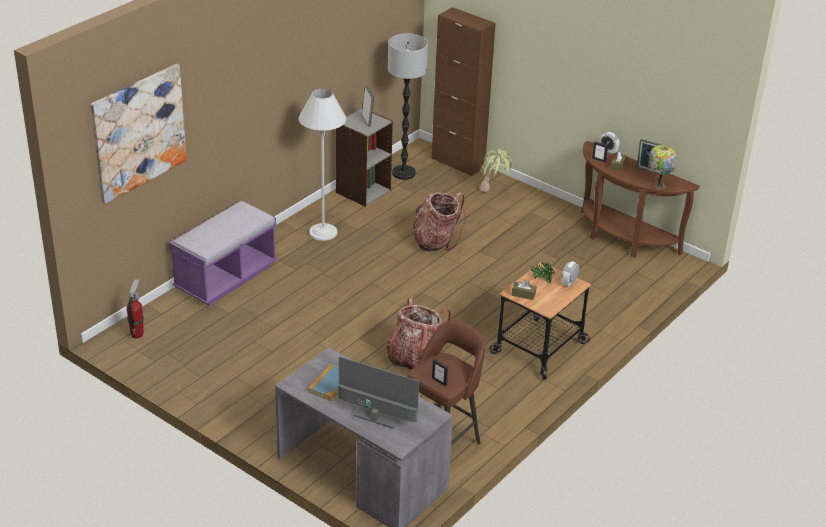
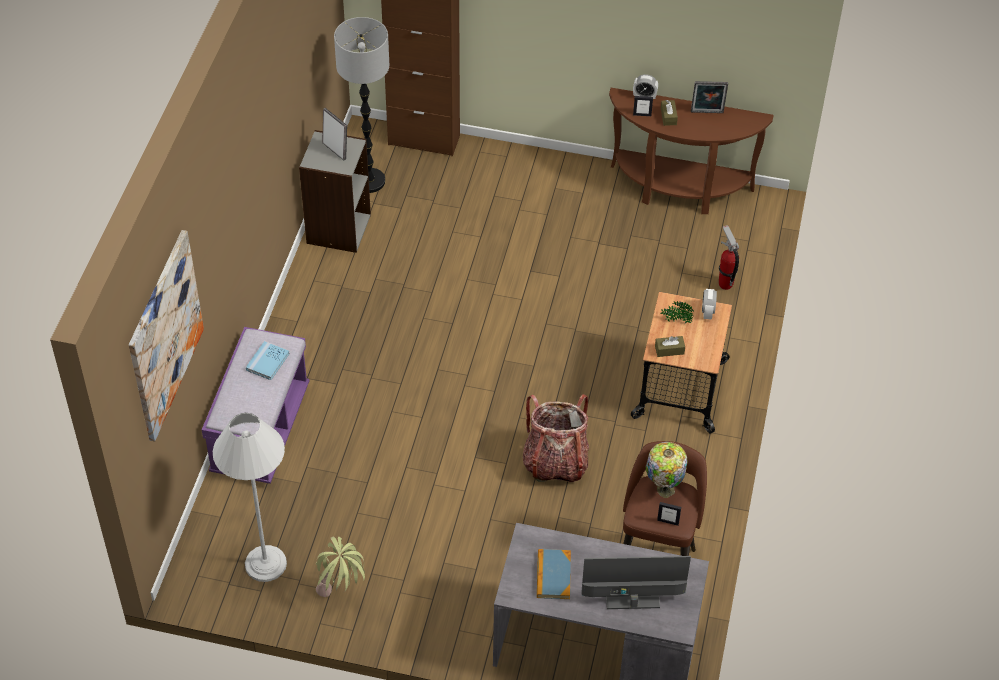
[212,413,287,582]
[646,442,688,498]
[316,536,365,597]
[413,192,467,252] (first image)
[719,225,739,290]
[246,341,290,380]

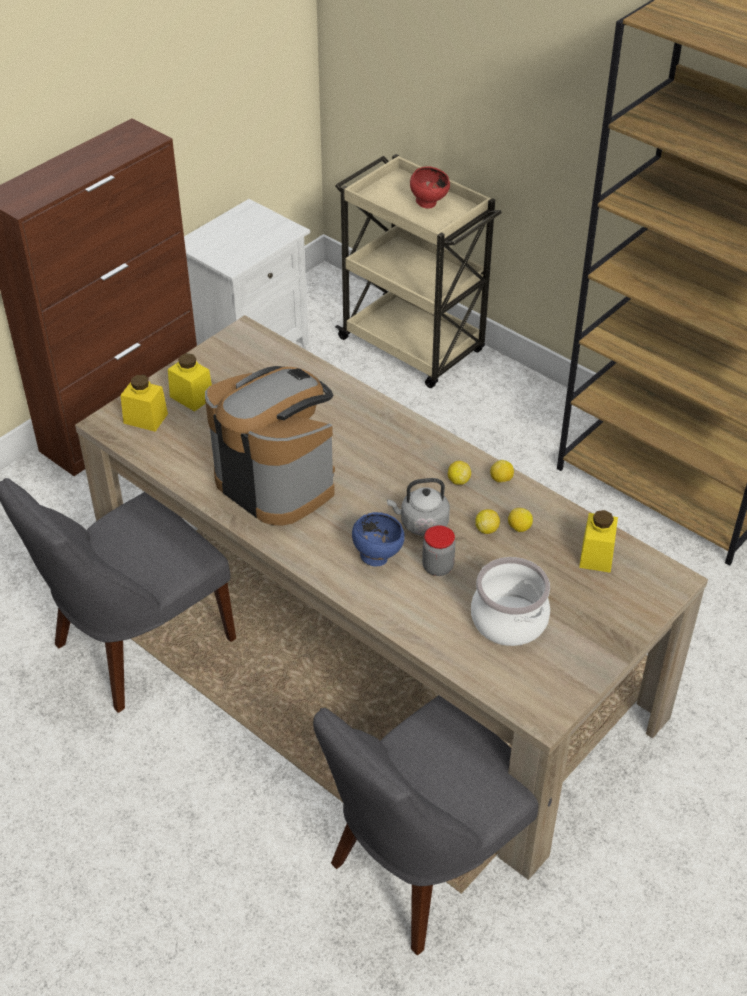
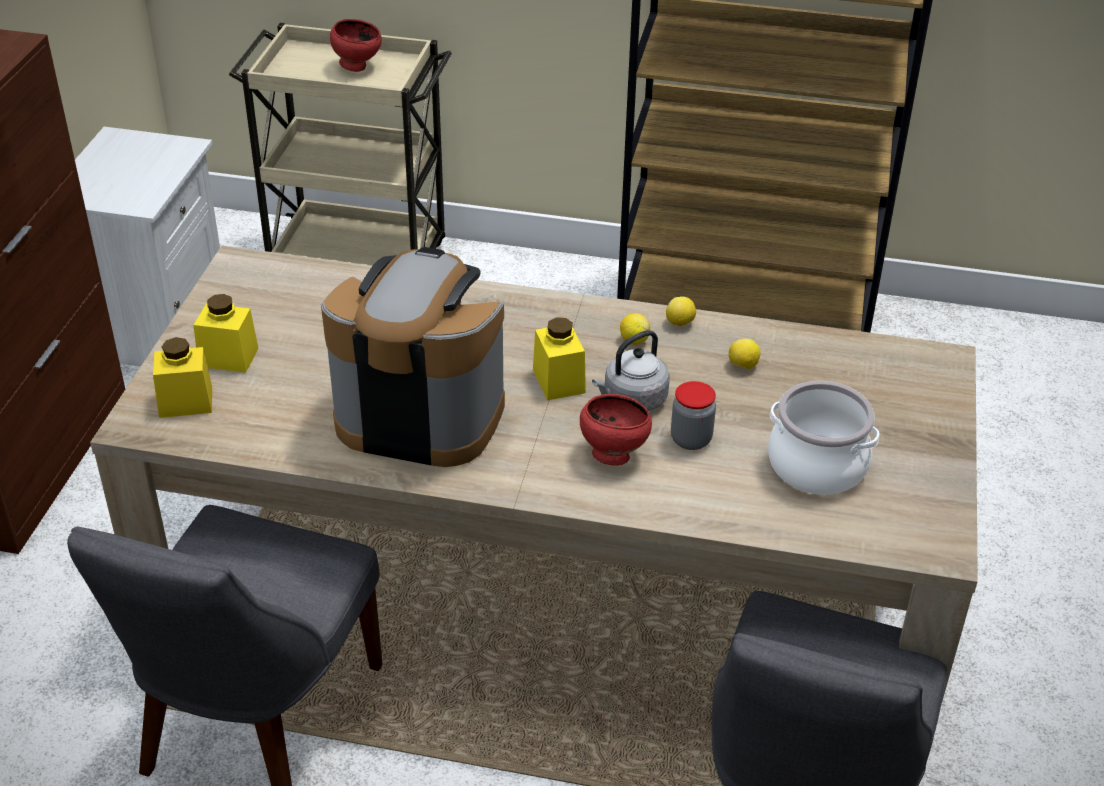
[475,509,500,534] (first image)
[533,317,586,400]
[580,394,652,466]

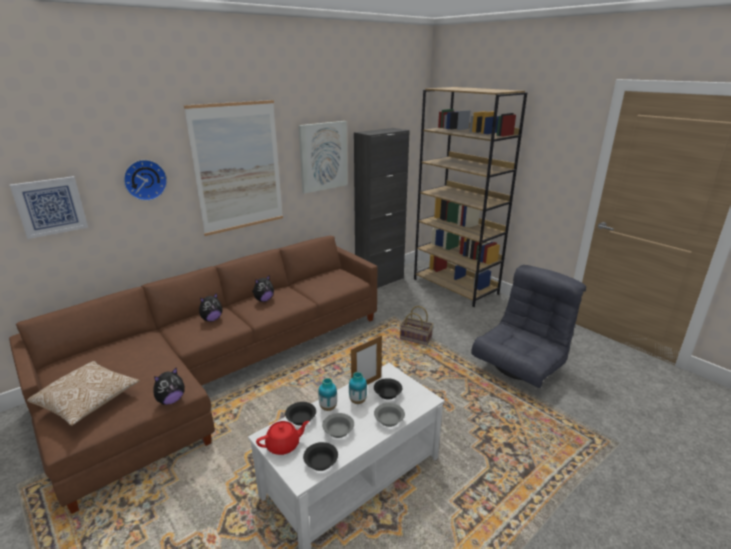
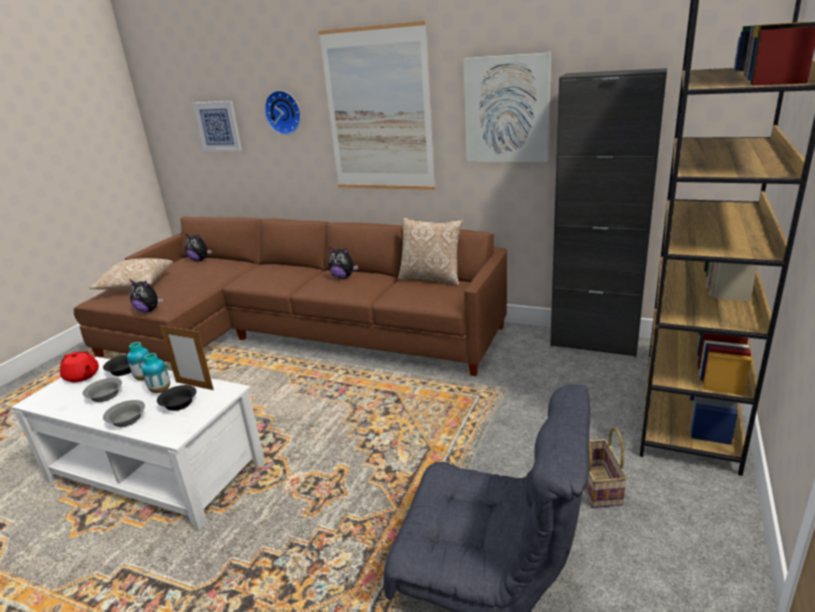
[185,233,212,261]
[584,427,627,508]
[303,442,338,471] (first image)
[398,218,463,286]

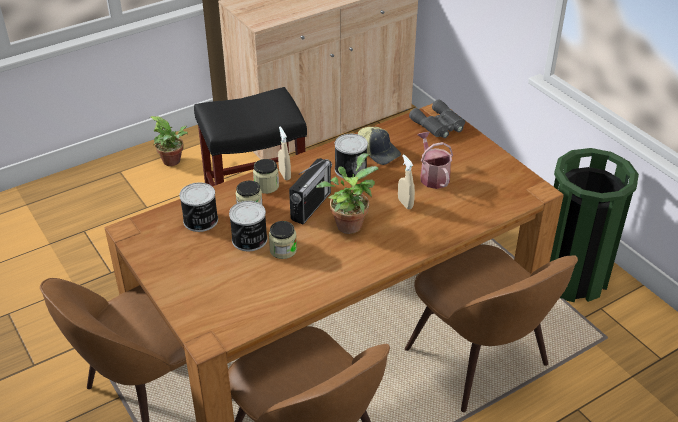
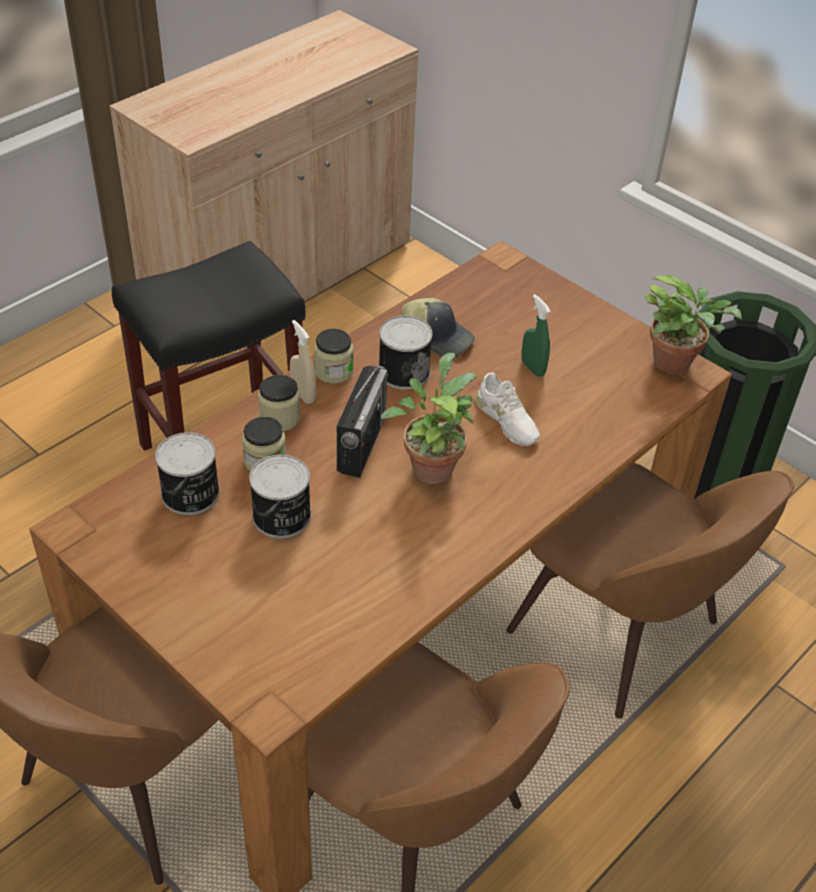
[409,99,465,138] (first image)
[644,275,742,375]
[521,294,551,377]
[475,373,540,446]
[314,329,354,384]

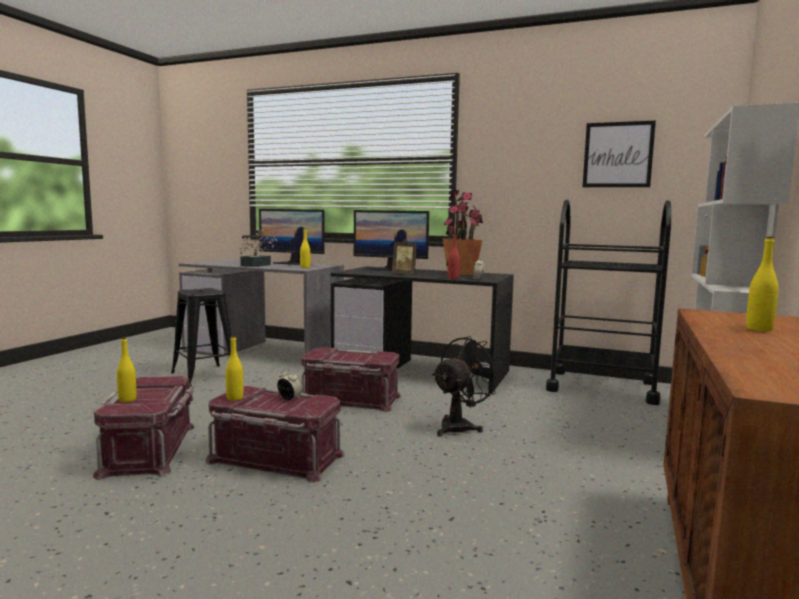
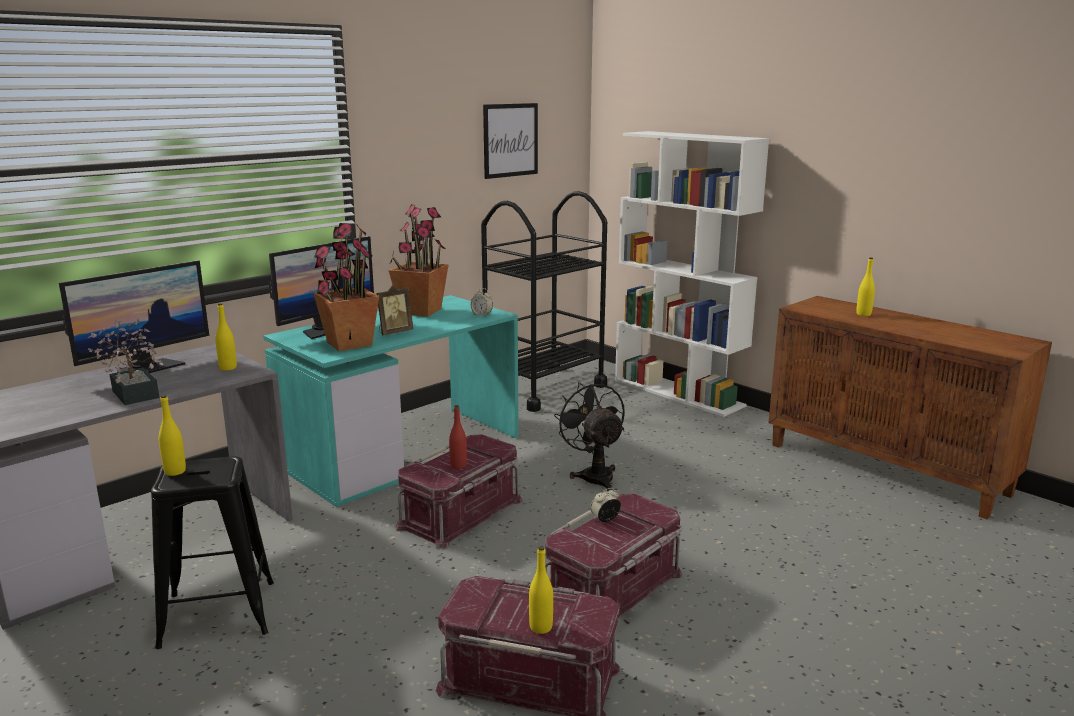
[449,405,467,469]
[263,295,519,507]
[159,395,186,476]
[313,223,379,351]

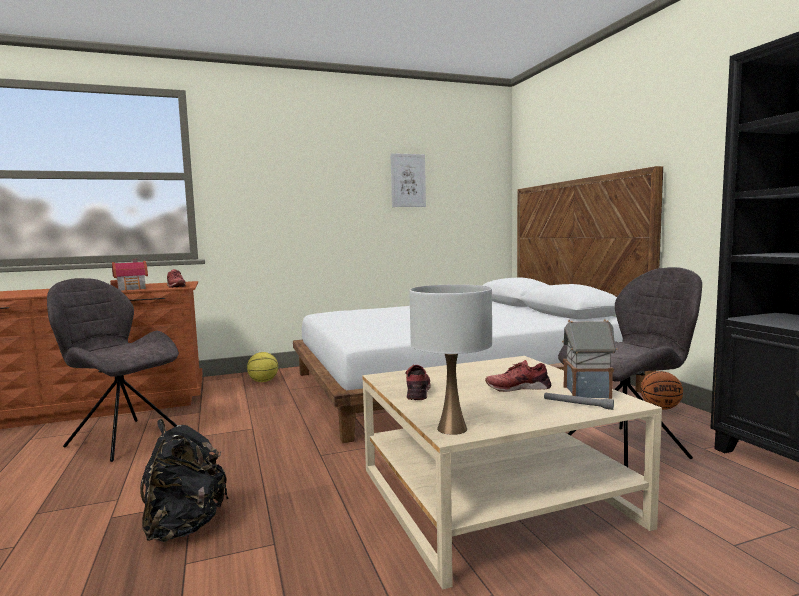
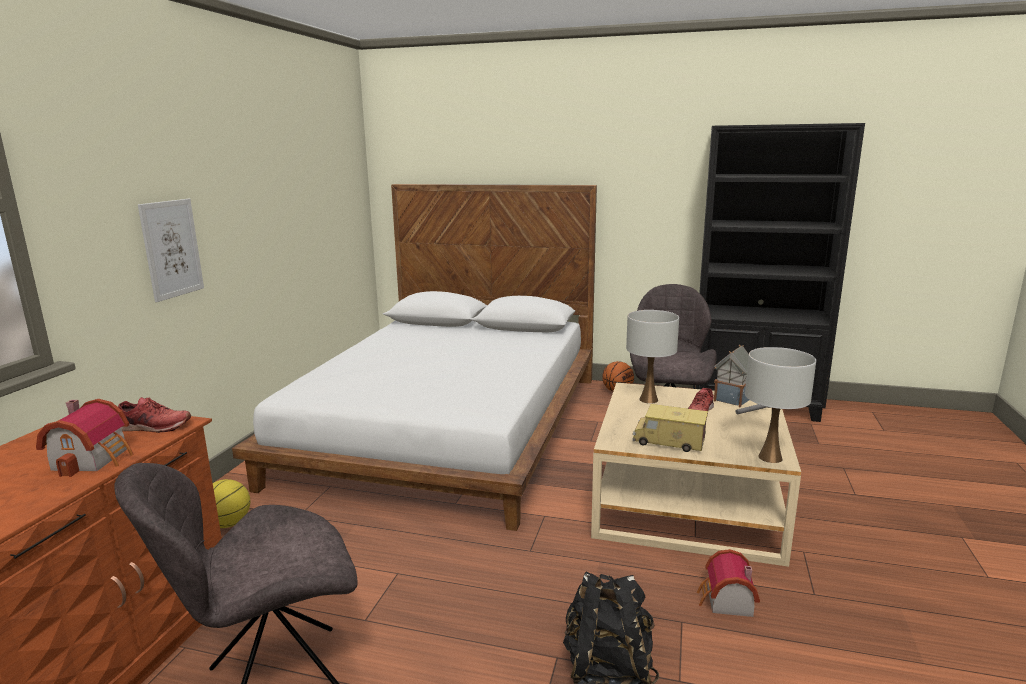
[138,199,204,302]
[632,404,708,452]
[626,310,679,404]
[697,549,760,617]

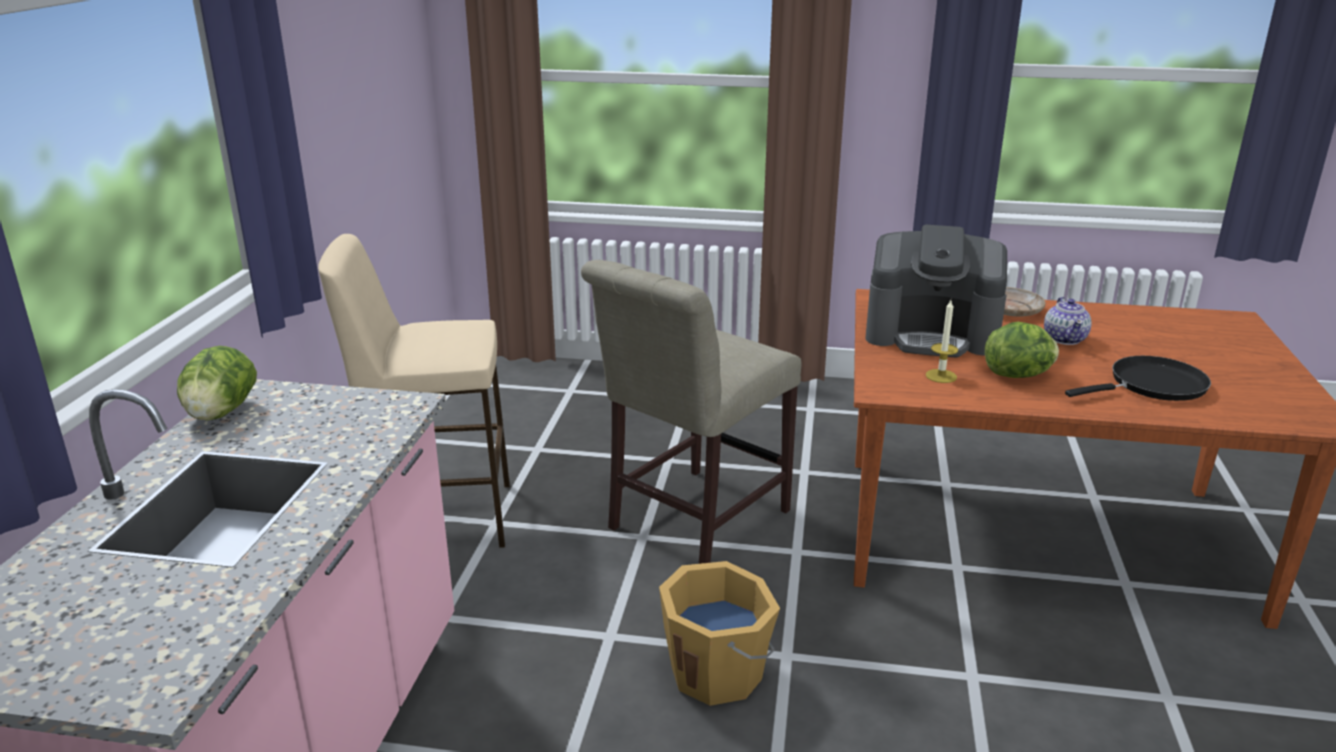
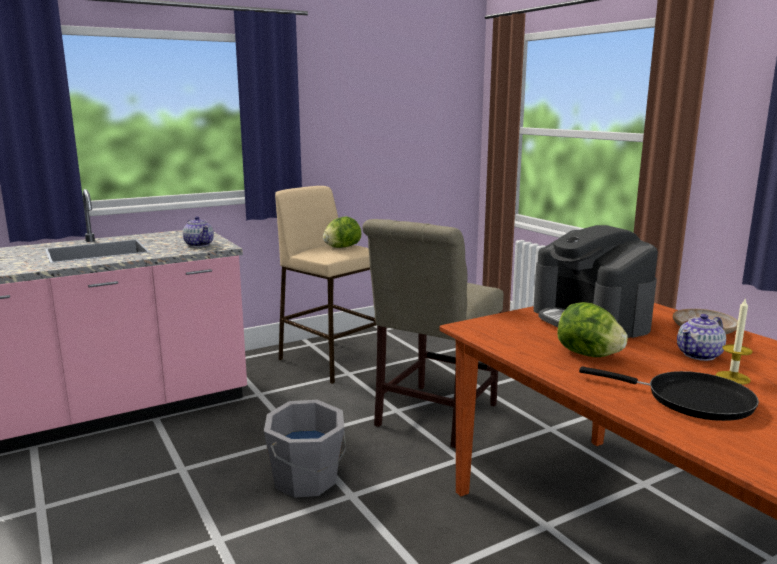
[362,219,504,448]
[716,297,753,385]
[323,216,362,248]
[264,400,346,498]
[183,216,214,247]

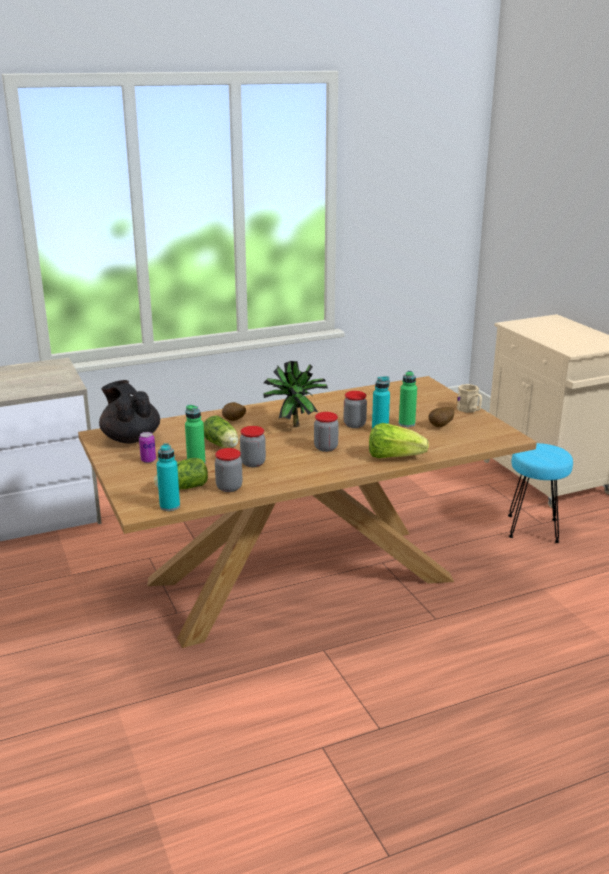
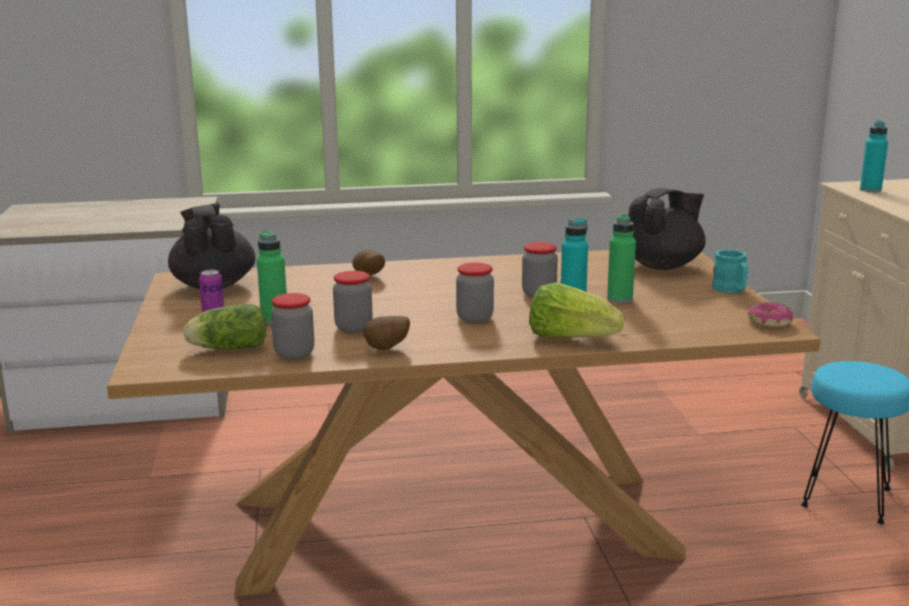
[263,361,328,427] (first image)
[712,249,748,293]
[363,316,410,350]
[203,415,238,448] (first image)
[860,121,888,192]
[628,188,706,270]
[748,302,793,328]

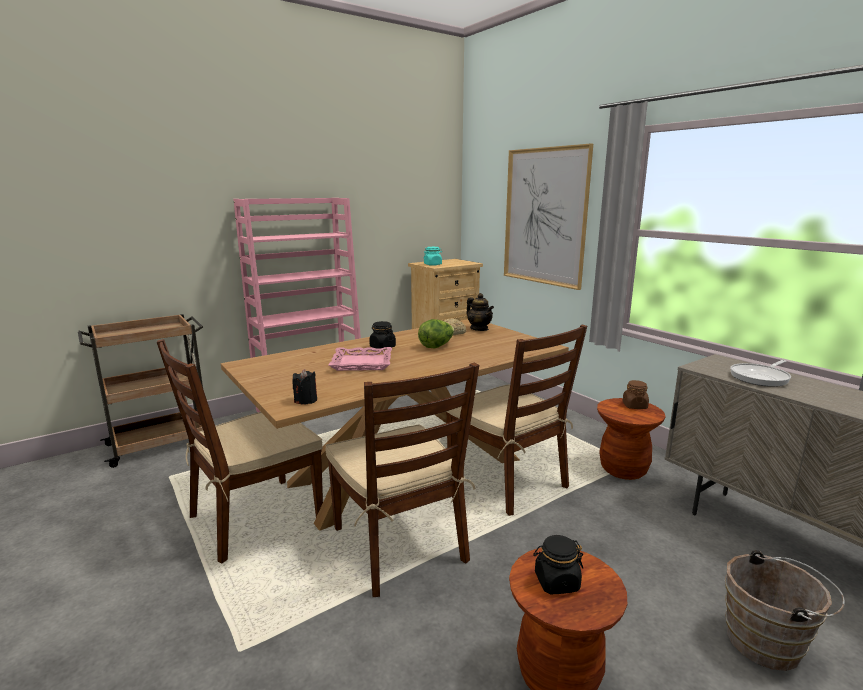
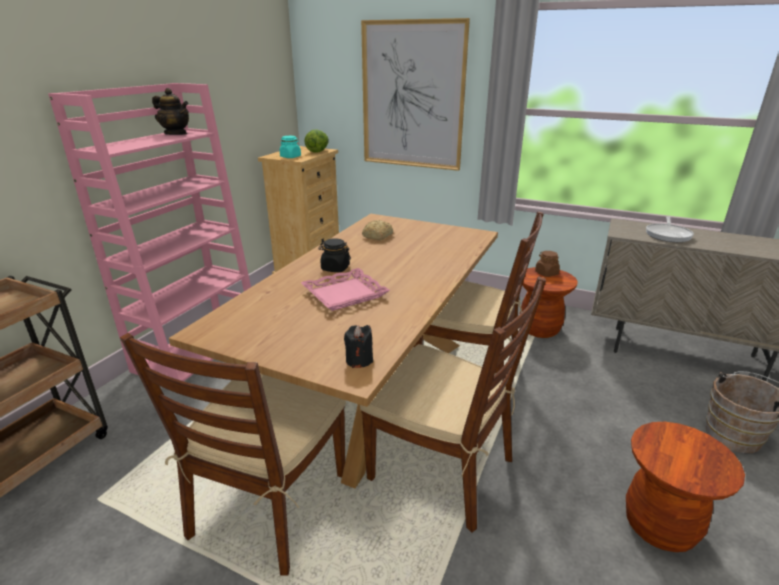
[152,88,189,135]
[304,129,329,153]
[533,535,583,594] (first image)

